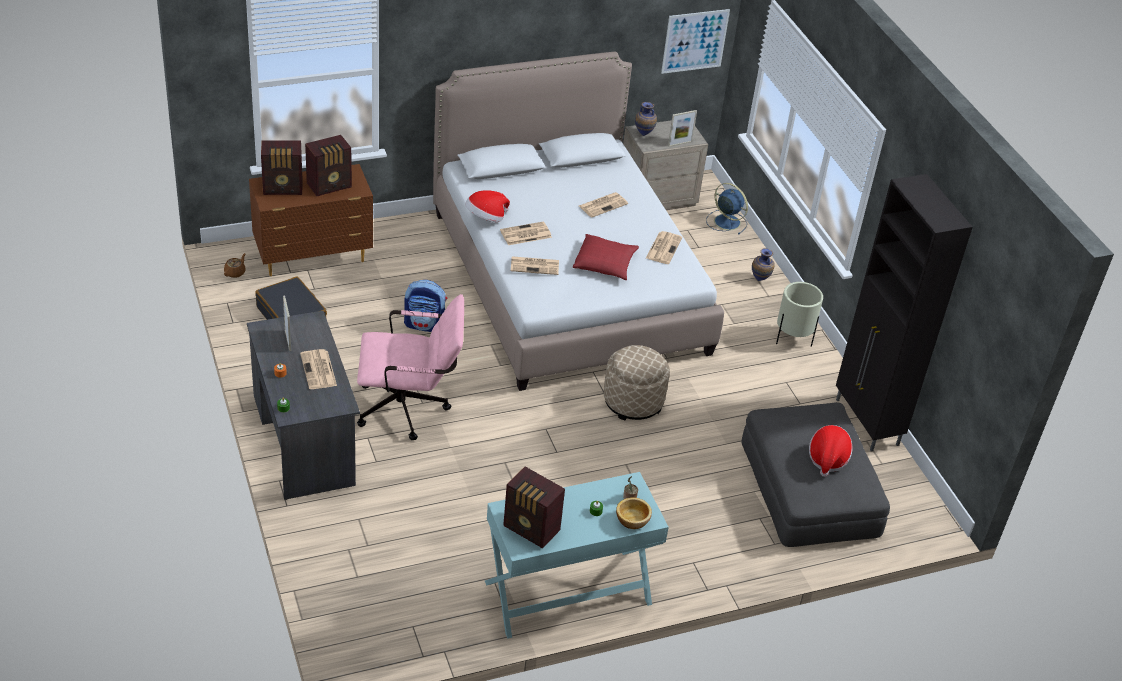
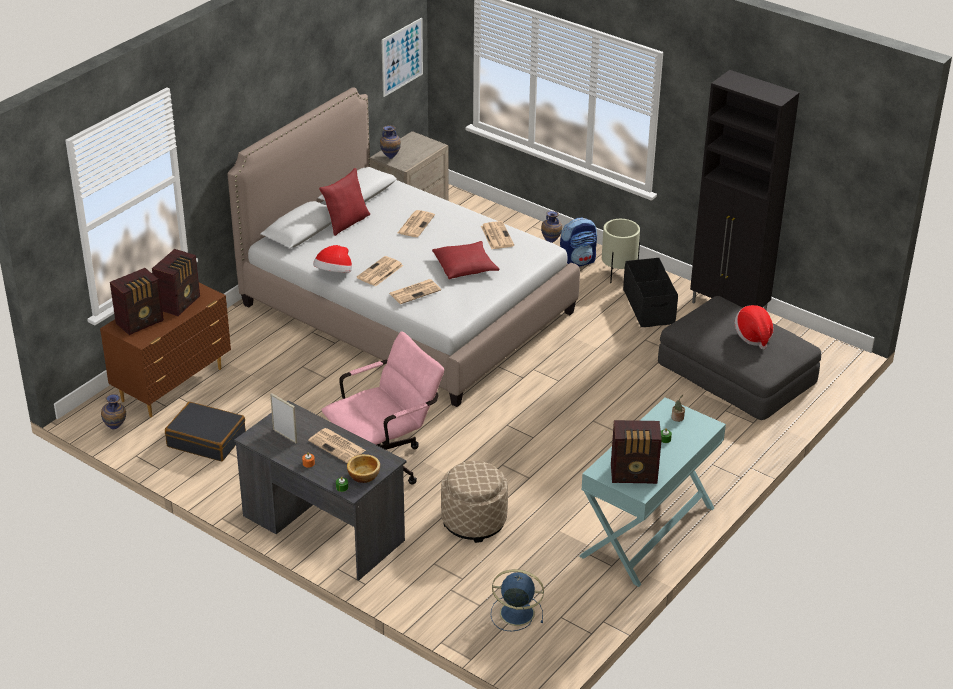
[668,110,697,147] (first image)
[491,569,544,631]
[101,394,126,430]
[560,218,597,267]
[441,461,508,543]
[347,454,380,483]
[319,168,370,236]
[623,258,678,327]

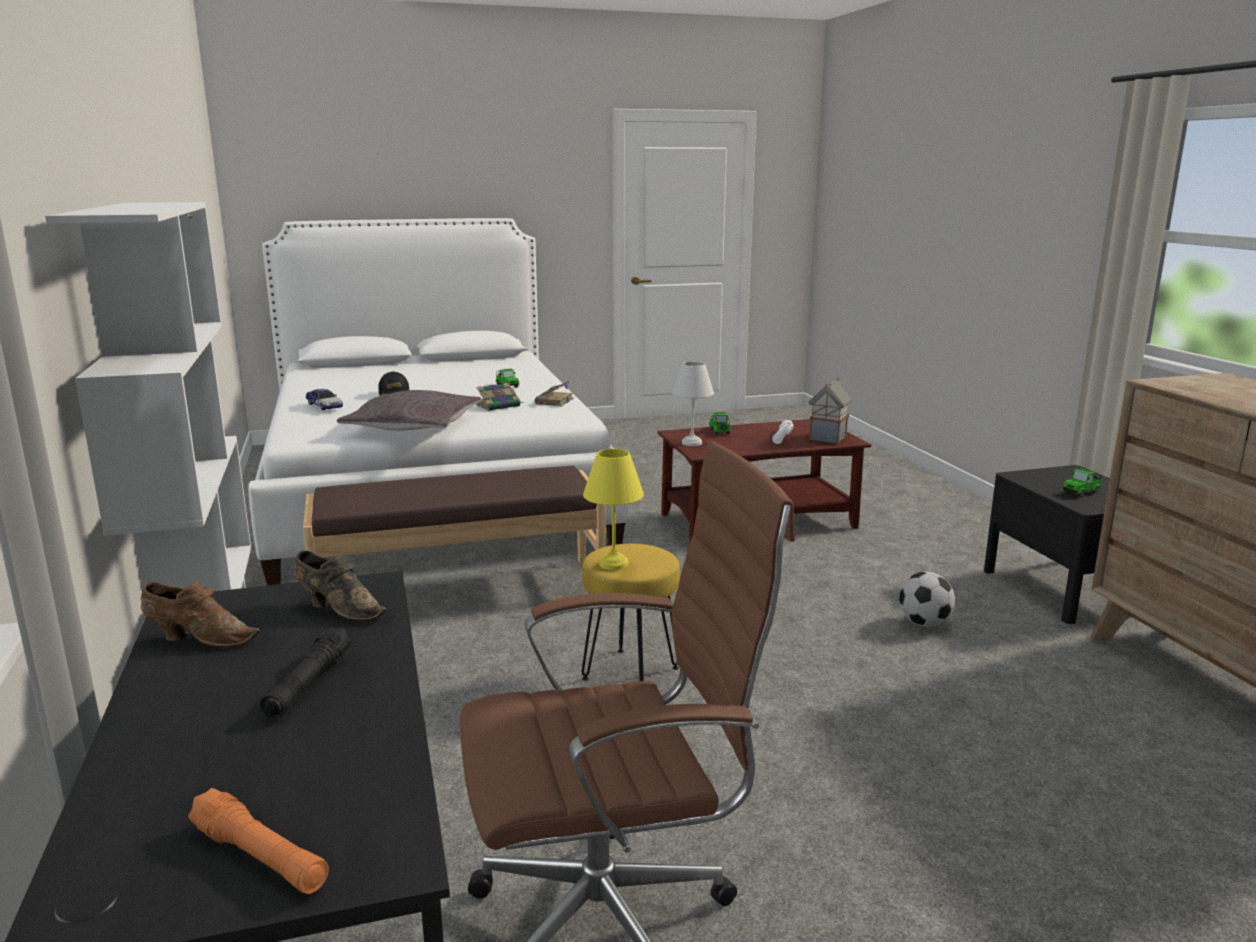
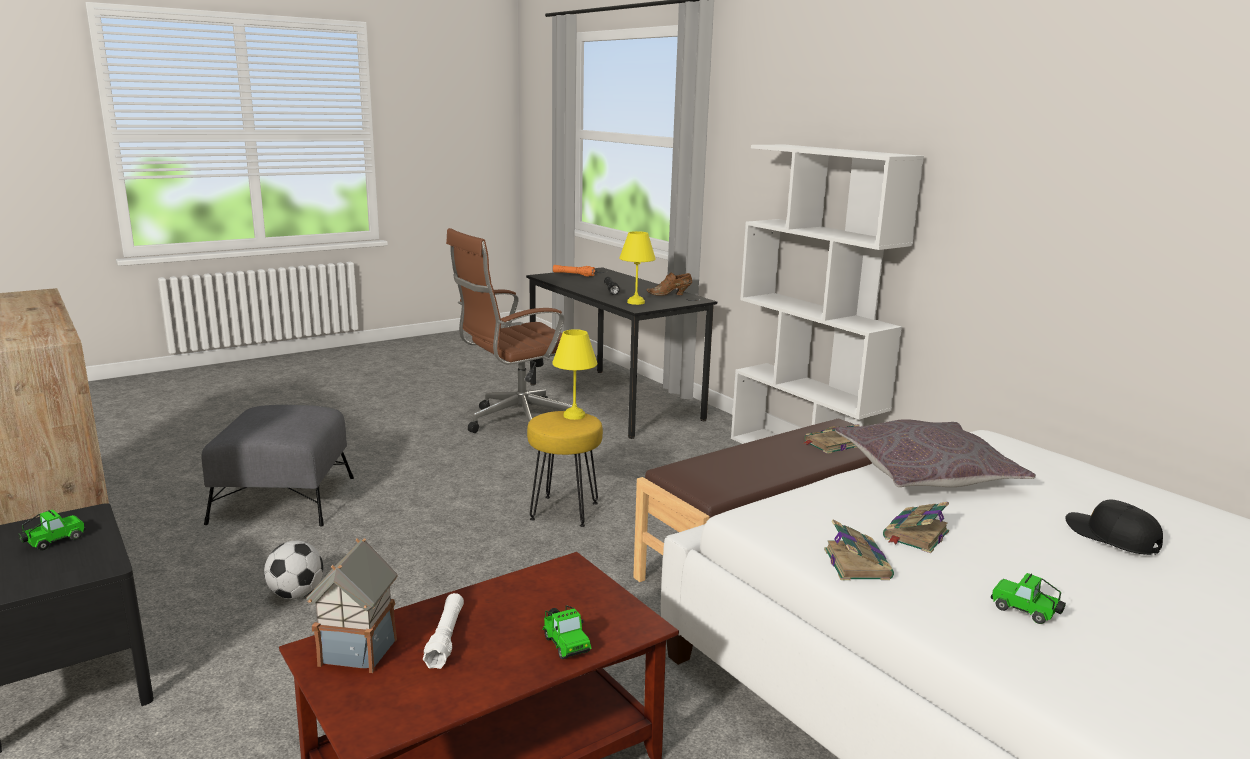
[672,362,714,446] (first image)
[305,389,343,410] (first image)
[619,231,656,305]
[202,405,354,526]
[804,424,859,454]

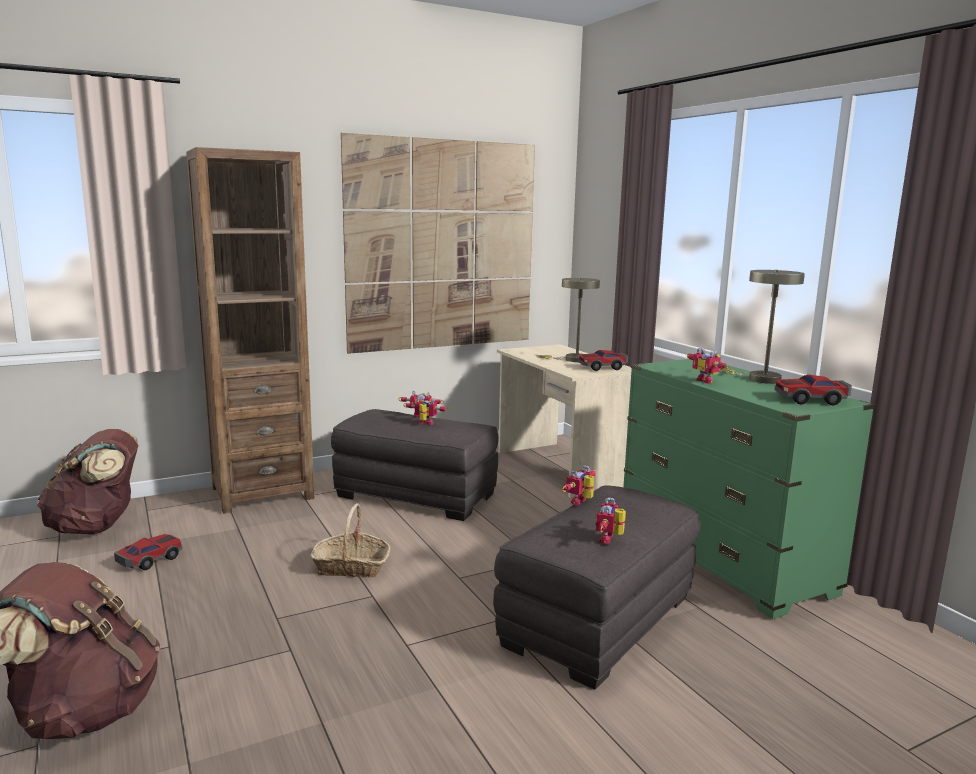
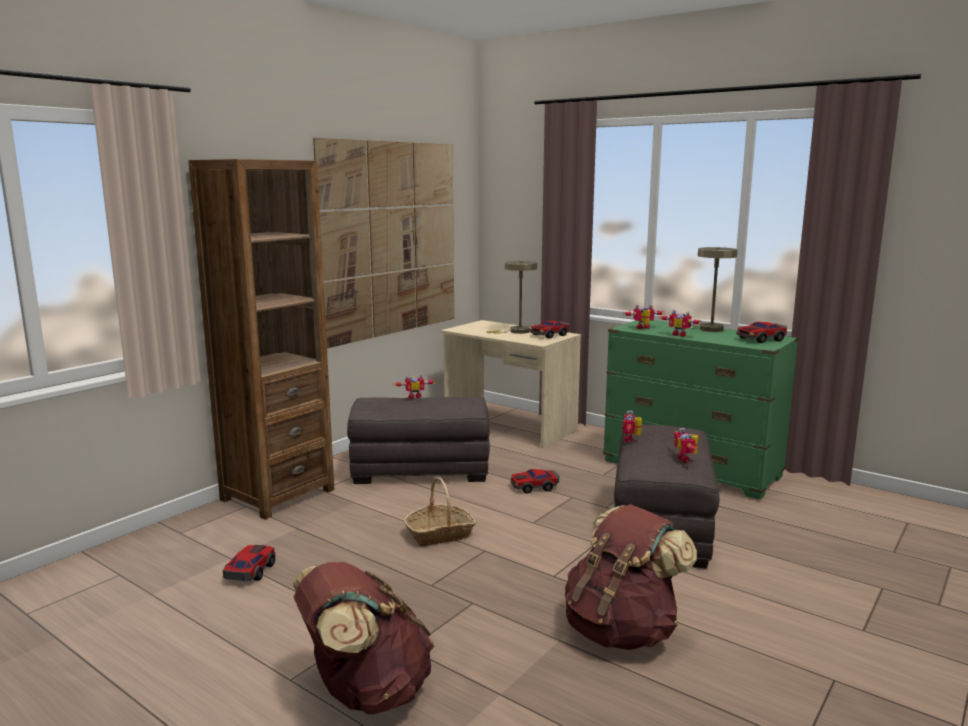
[623,304,665,329]
[565,504,697,650]
[510,469,559,494]

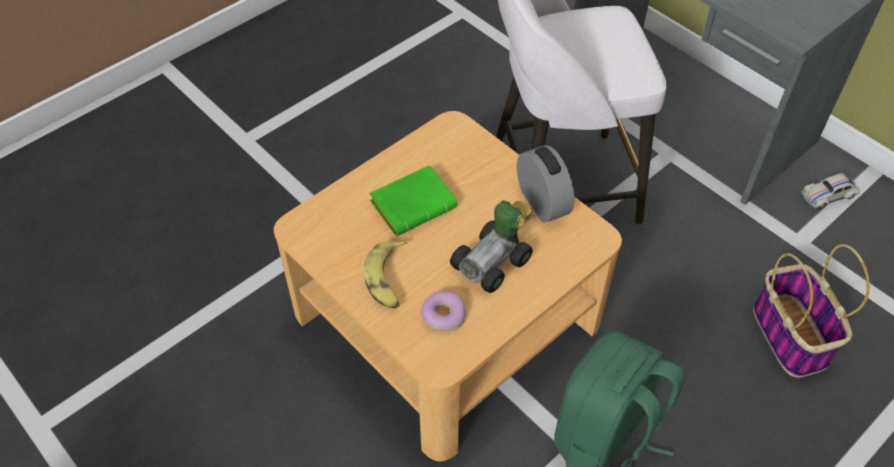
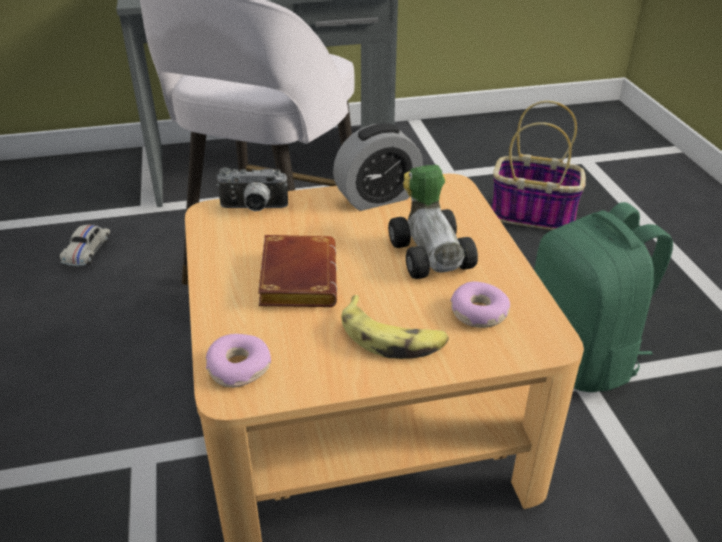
[333,123,423,211]
[258,235,337,307]
[60,225,110,266]
[216,167,288,212]
[206,334,271,388]

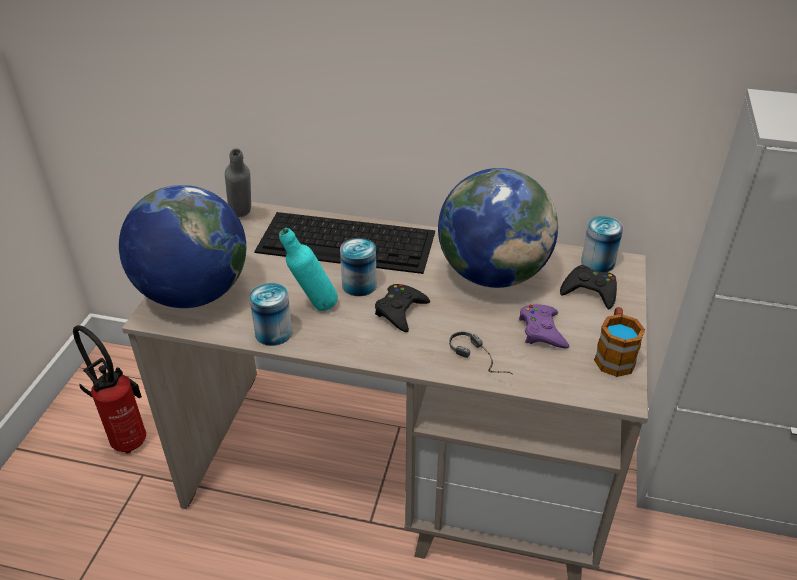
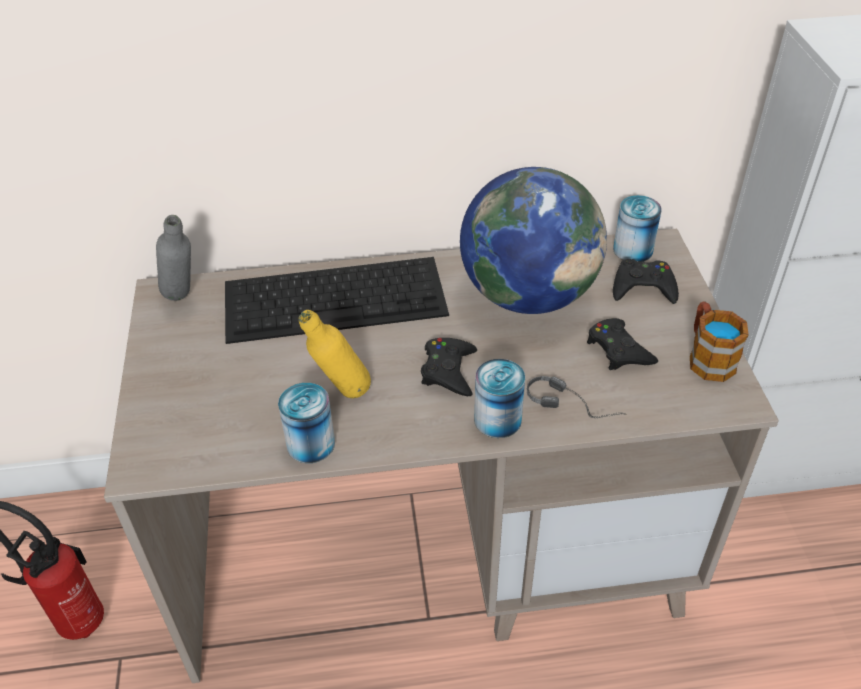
[119,185,246,308] (first image)
[299,310,371,398]
[474,359,525,438]
[587,318,658,370]

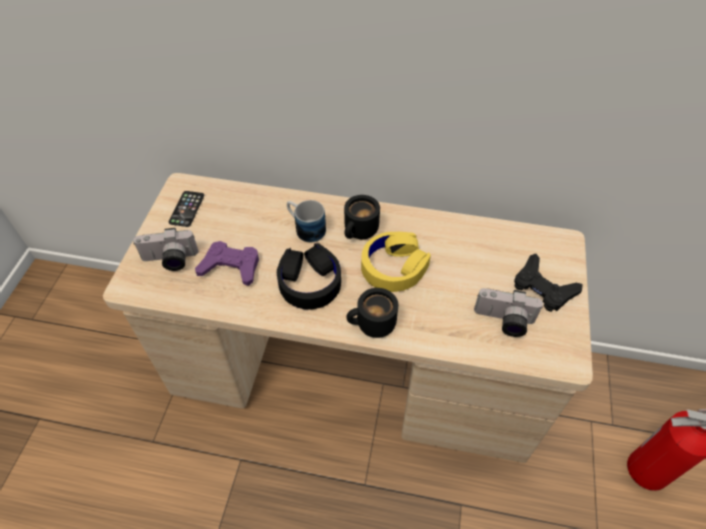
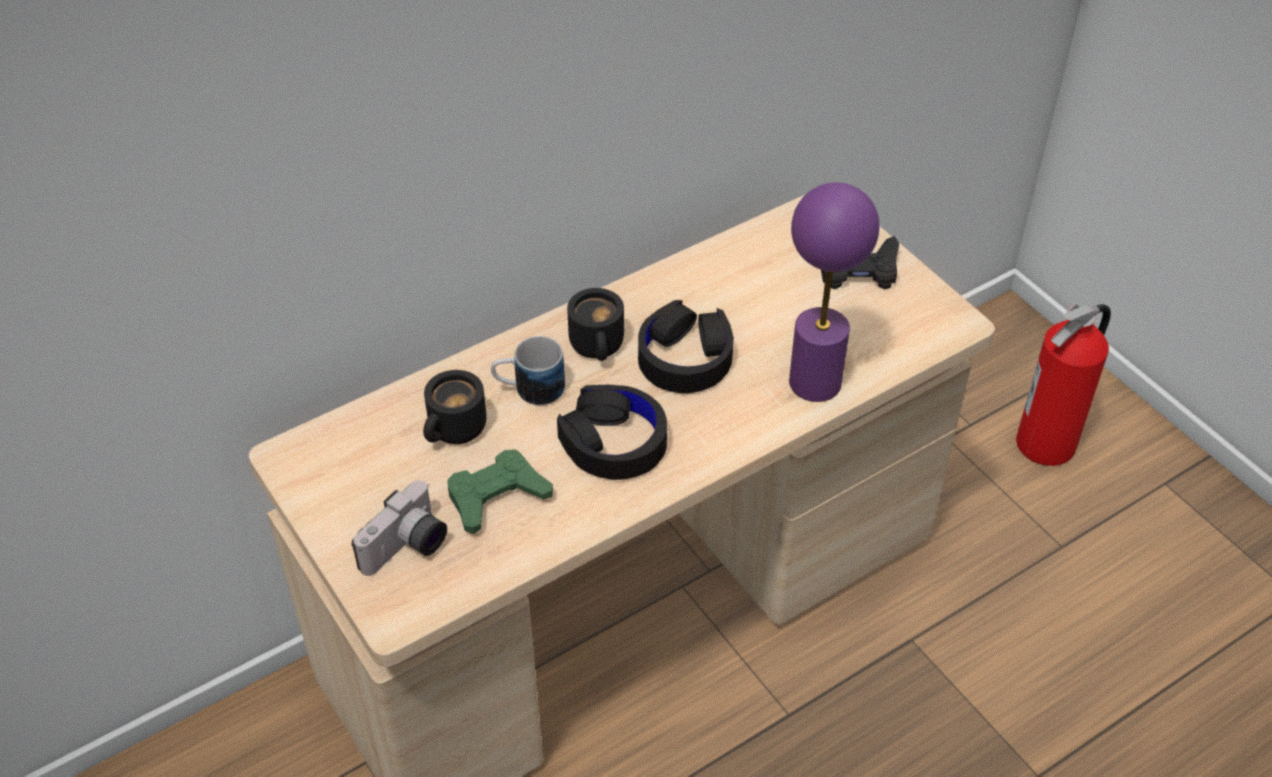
[169,191,204,227] (first image)
[638,300,734,393]
[447,450,553,534]
[423,370,486,444]
[474,288,544,337] (first image)
[789,182,879,402]

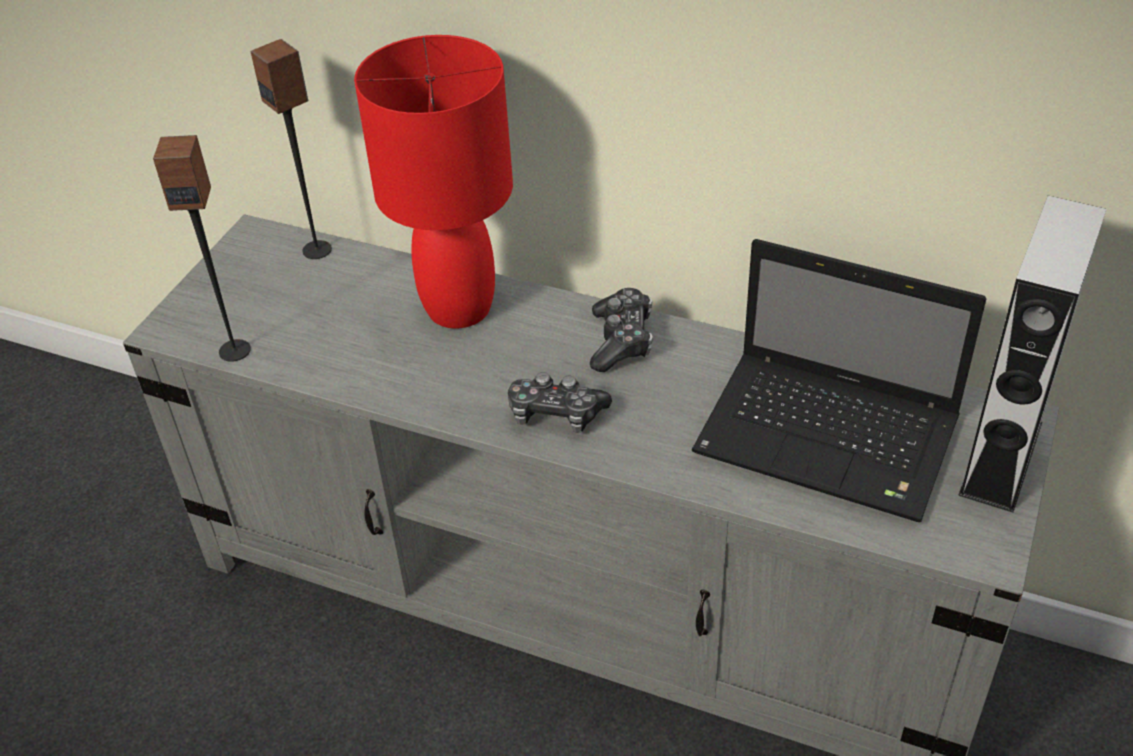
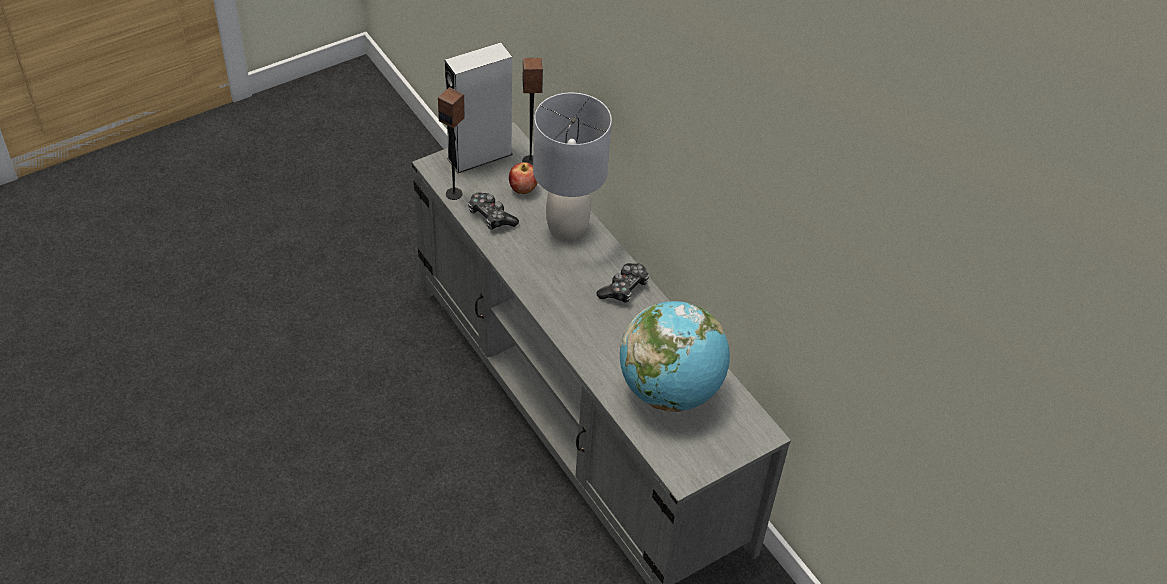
[533,93,612,242]
[445,42,513,174]
[620,301,730,412]
[468,193,519,230]
[509,162,538,194]

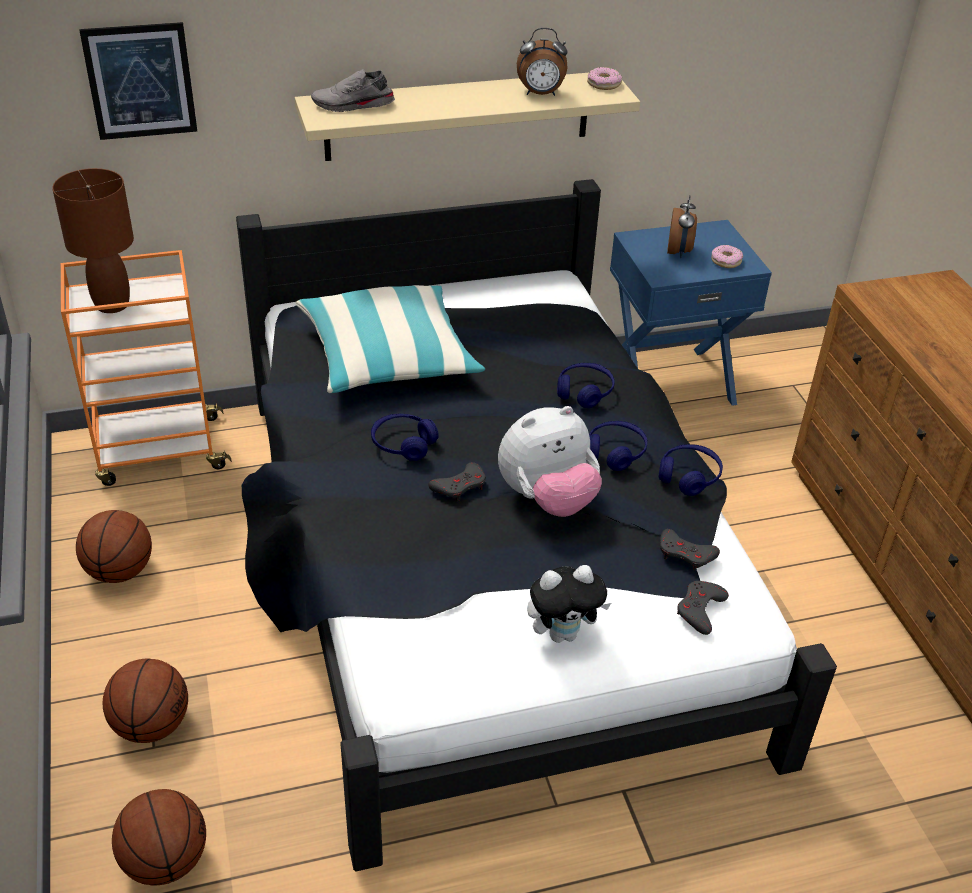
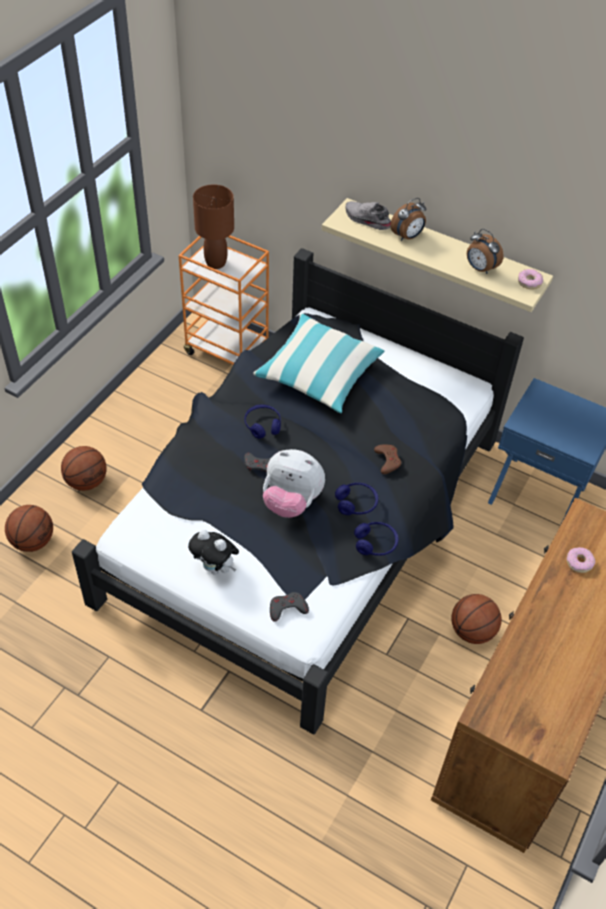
[79,22,197,140] (first image)
[390,198,426,241]
[567,547,595,573]
[374,444,401,474]
[451,594,502,644]
[660,529,720,571] (first image)

